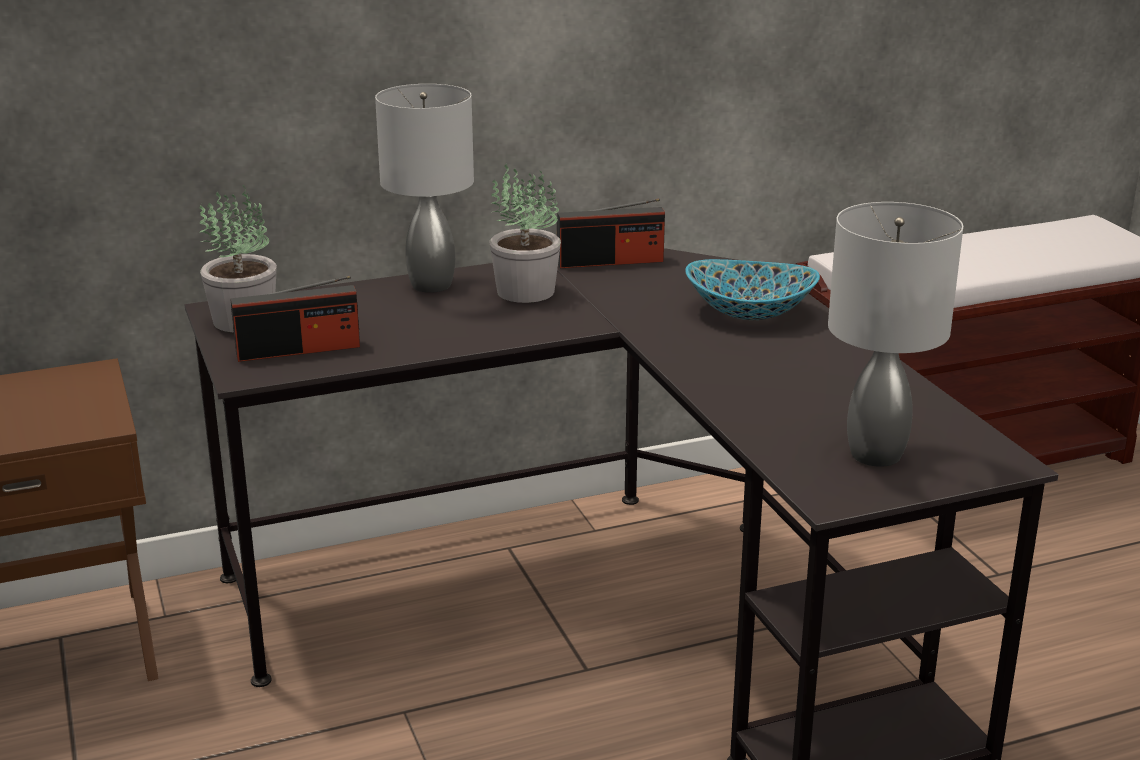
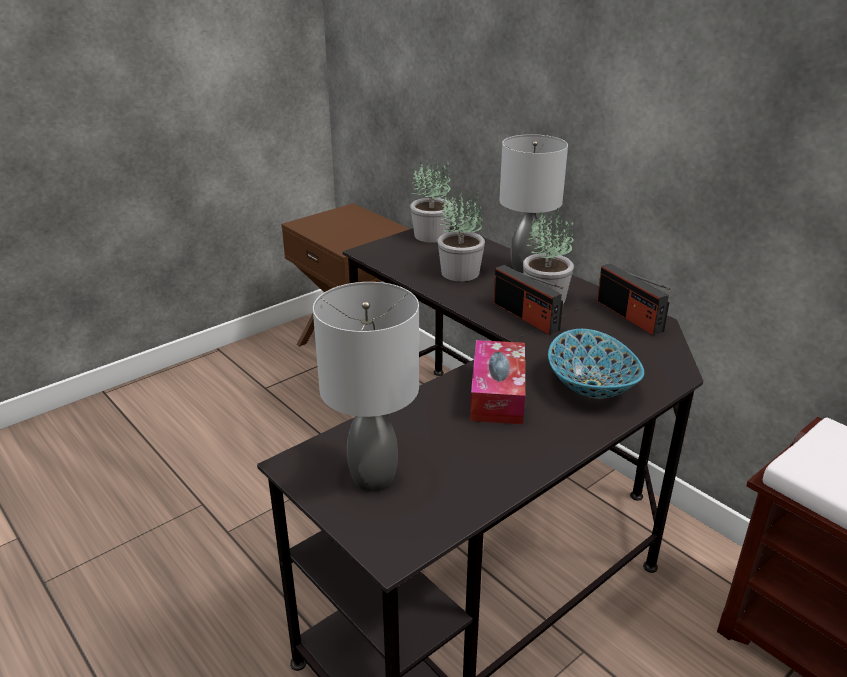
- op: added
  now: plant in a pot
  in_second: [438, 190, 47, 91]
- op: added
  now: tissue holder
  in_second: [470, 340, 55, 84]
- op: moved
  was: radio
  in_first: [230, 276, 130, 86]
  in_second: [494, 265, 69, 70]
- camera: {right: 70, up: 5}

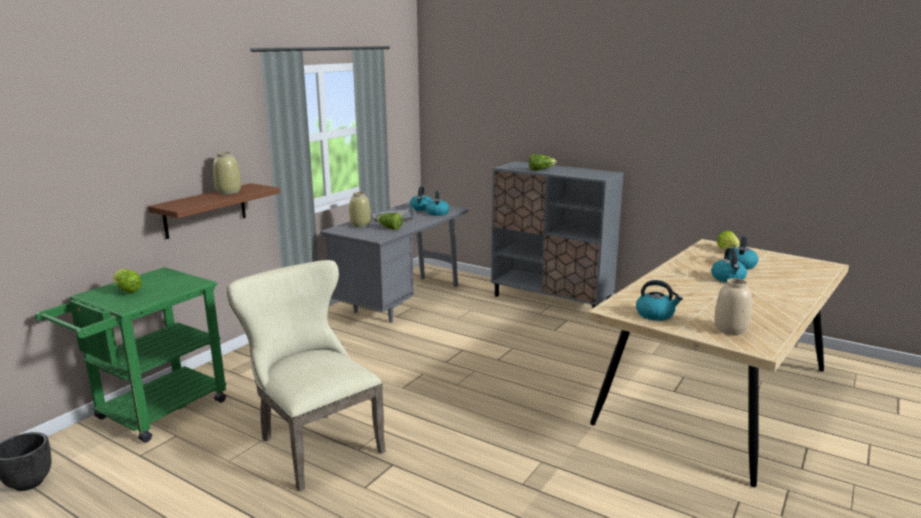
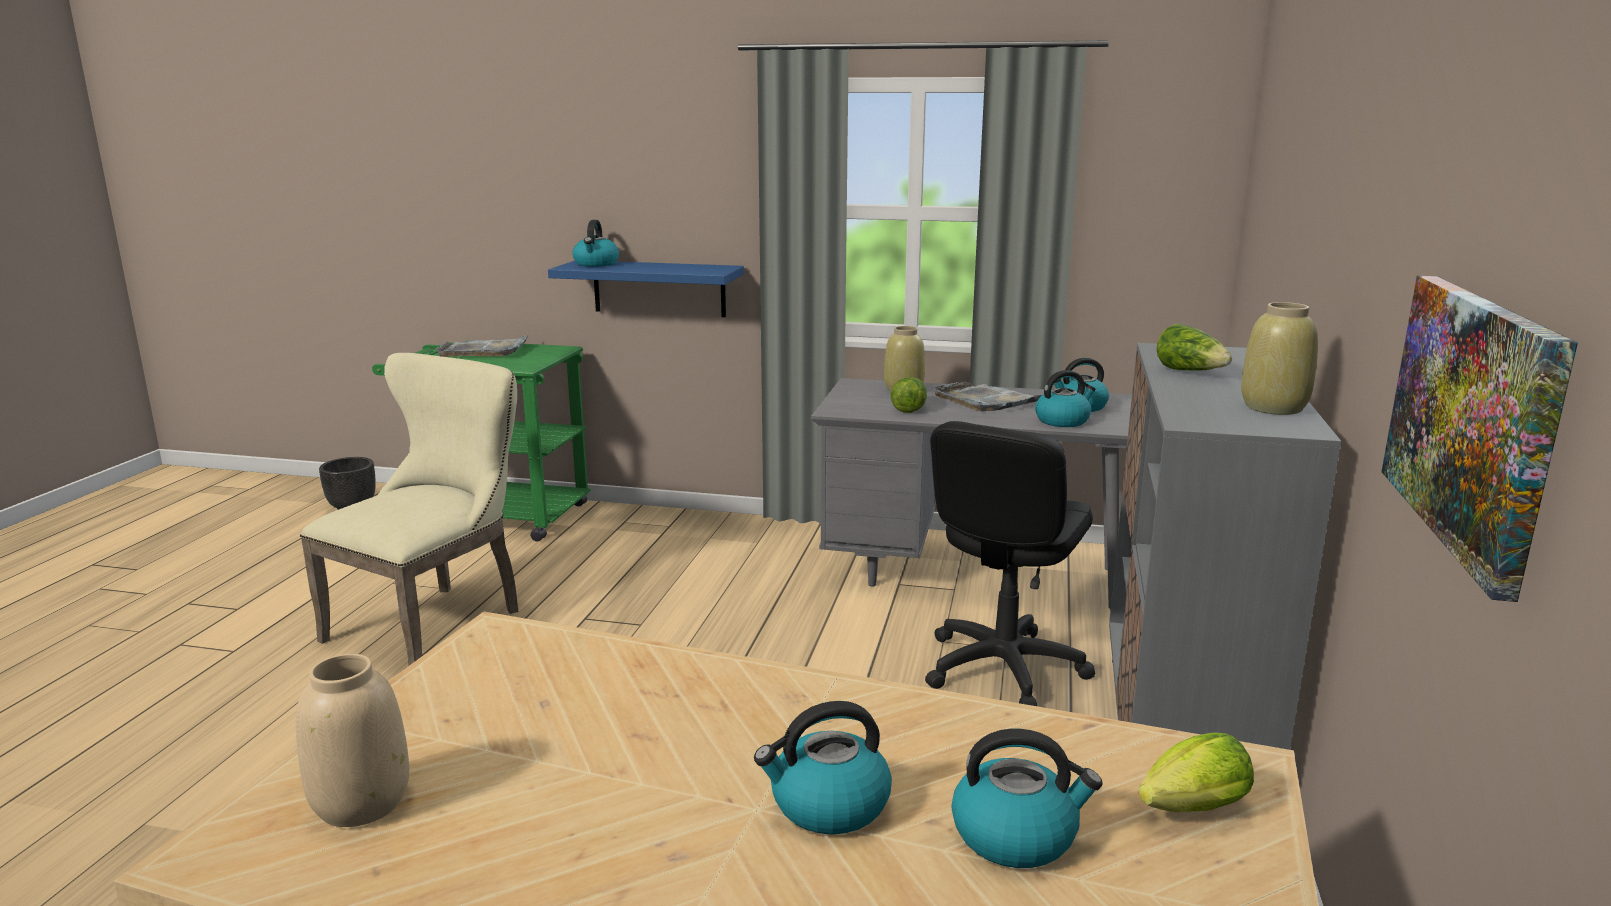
- op: replaced
  was: lettuce head
  now: carrying tray (gray)
  in_first: [113, 269, 29, 24]
  in_second: [435, 335, 94, 22]
- op: recoloured
  was: shelf (brown-coloured)
  now: shelf (bluish)
  in_first: [148, 183, 132, 56]
  in_second: [548, 261, 196, 56]
- op: moved
  was: water kettle
  in_first: [636, 280, 47, 41]
  in_second: [572, 220, 47, 47]
- op: added
  now: computer chair (blackish)
  in_second: [925, 421, 170, 285]
- op: moved
  was: vase (beige)
  in_first: [213, 152, 28, 42]
  in_second: [1241, 302, 77, 113]
- op: added
  now: wall art
  in_second: [1381, 276, 197, 326]
- camera: {right: 70, up: 0}

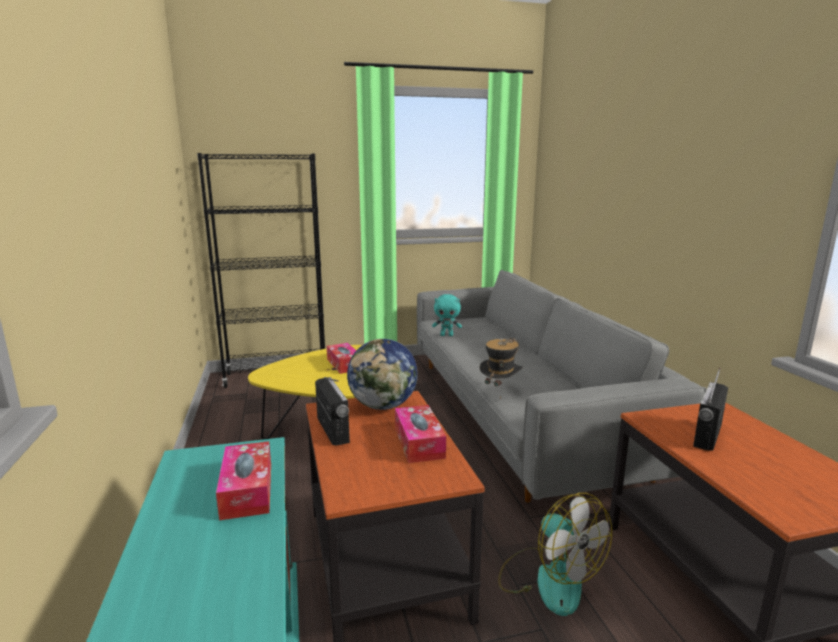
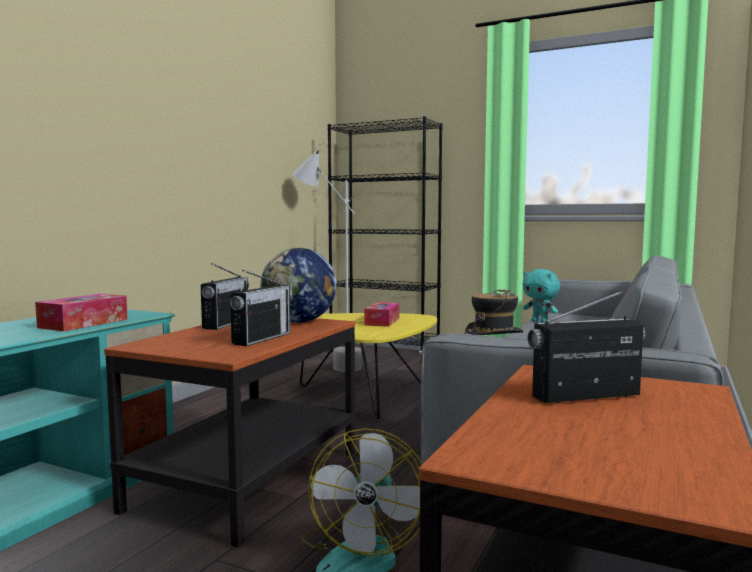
- op: replaced
  was: tissue holder
  now: radio
  in_first: [395, 405, 51, 58]
  in_second: [230, 270, 62, 76]
- op: added
  now: standing lamp (gray)
  in_second: [293, 150, 68, 222]
- camera: {right: 40, up: -10}

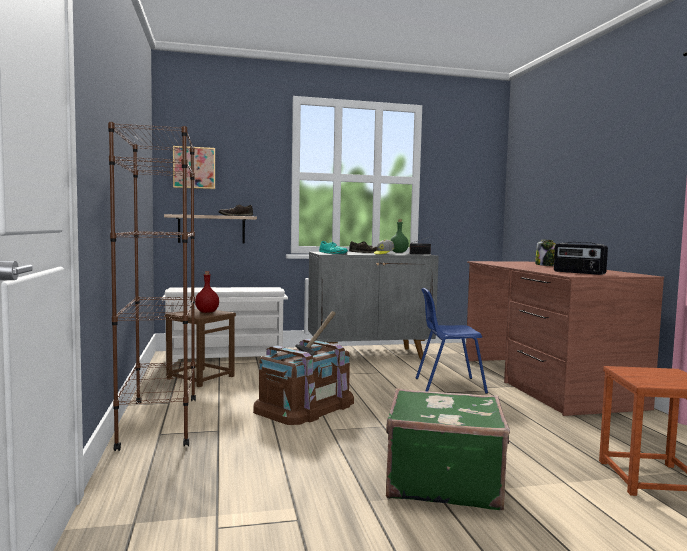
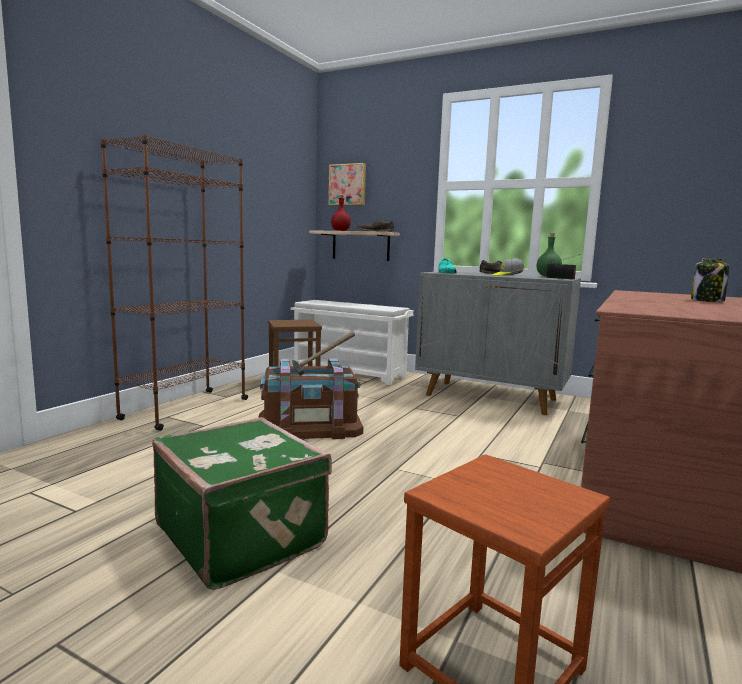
- op: moved
  was: beverage bottle (red)
  in_first: [195, 271, 24, 42]
  in_second: [331, 195, 20, 36]
- op: removed
  was: upright chair (bluish)
  in_first: [416, 288, 72, 106]
- op: removed
  was: radio
  in_first: [554, 242, 54, 33]
- camera: {right: 40, up: 5}

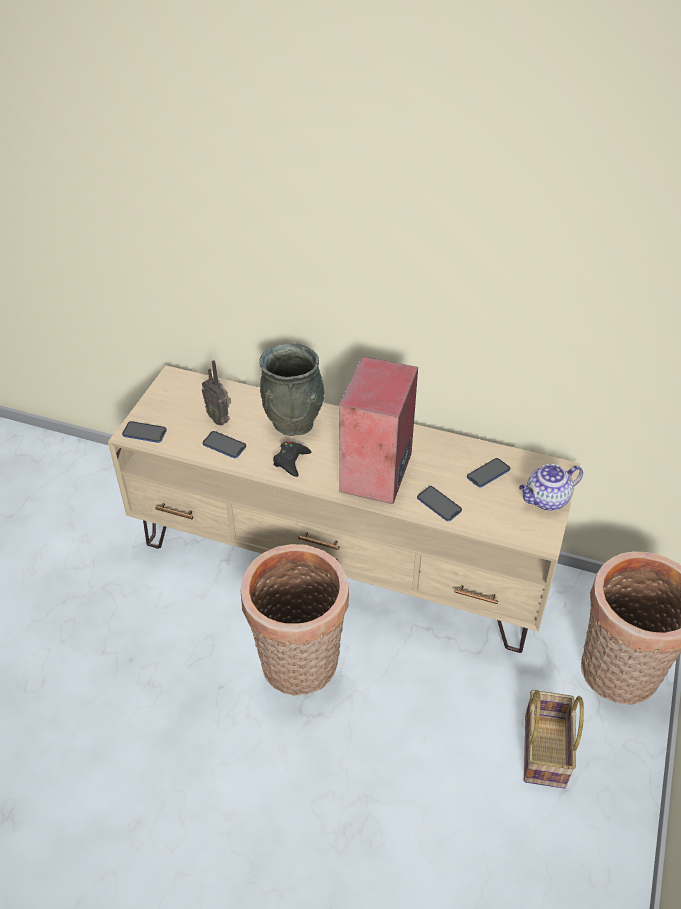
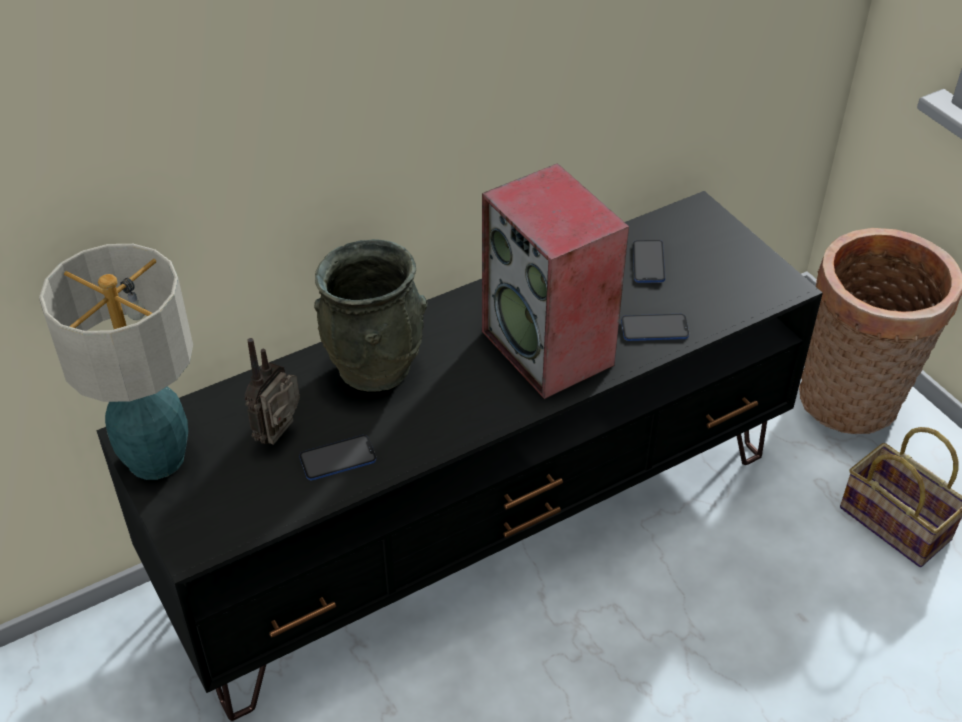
- op: added
  now: lamp for a table
  in_second: [39, 244, 154, 236]
- op: recoloured
  was: tv stand (beige)
  now: tv stand (blackish)
  in_first: [108, 365, 472, 288]
  in_second: [96, 191, 727, 530]
- op: turned
  was: radio
  in_first: [202, 360, 29, 65]
  in_second: [244, 338, 56, 107]
  clockwise: 120
- op: removed
  was: handset
  in_first: [122, 421, 45, 22]
- op: removed
  was: household basket
  in_first: [240, 544, 109, 152]
- op: removed
  was: joypad (blackish)
  in_first: [273, 442, 38, 35]
- op: removed
  was: tea pot
  in_first: [519, 464, 64, 47]
- camera: {right: -50, up: 0}

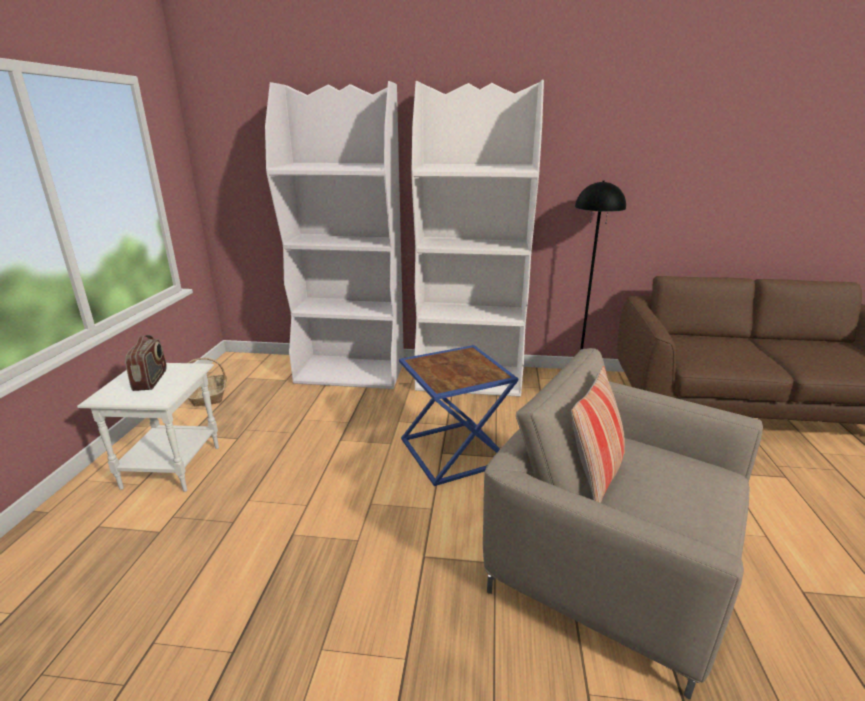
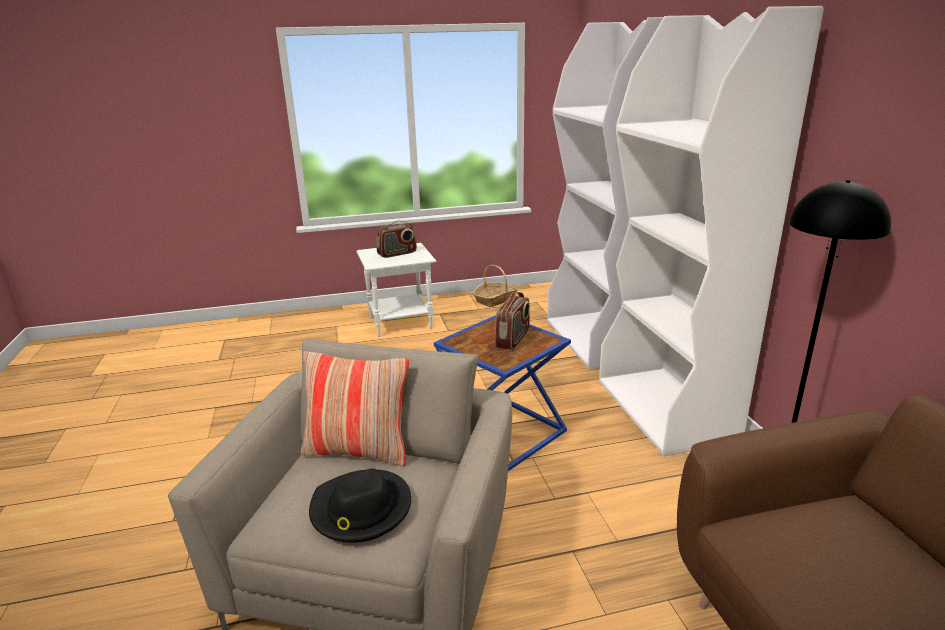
- op: added
  now: wearable hat (blackish)
  in_second: [309, 468, 102, 75]
- op: added
  now: radio
  in_second: [495, 292, 35, 58]
- camera: {right: 70, up: 0}

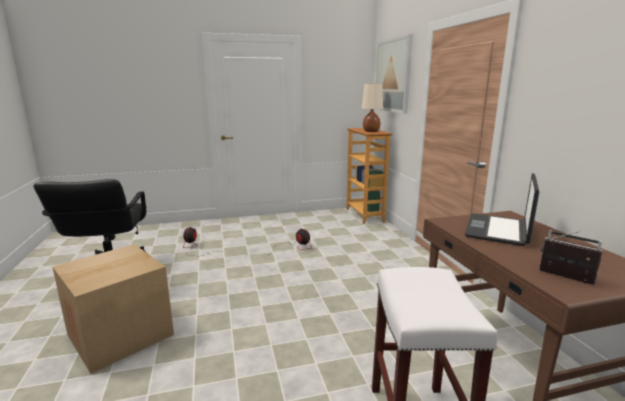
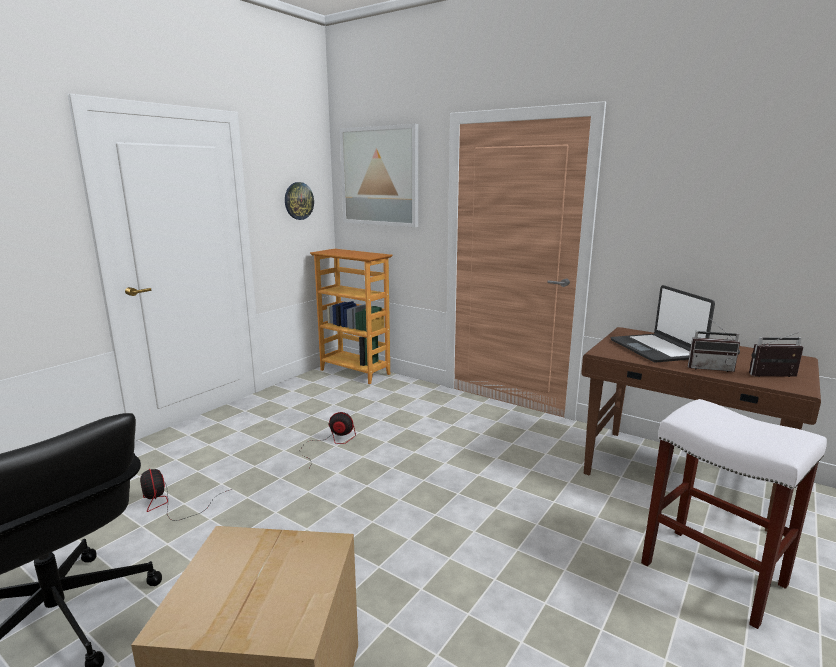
- op: added
  now: hanging clock
  in_second: [285, 182, 29, 38]
- op: added
  now: radio
  in_second: [688, 318, 52, 54]
- op: removed
  was: lamp for a table (beige)
  in_first: [362, 83, 21, 49]
- camera: {right: -40, up: 0}

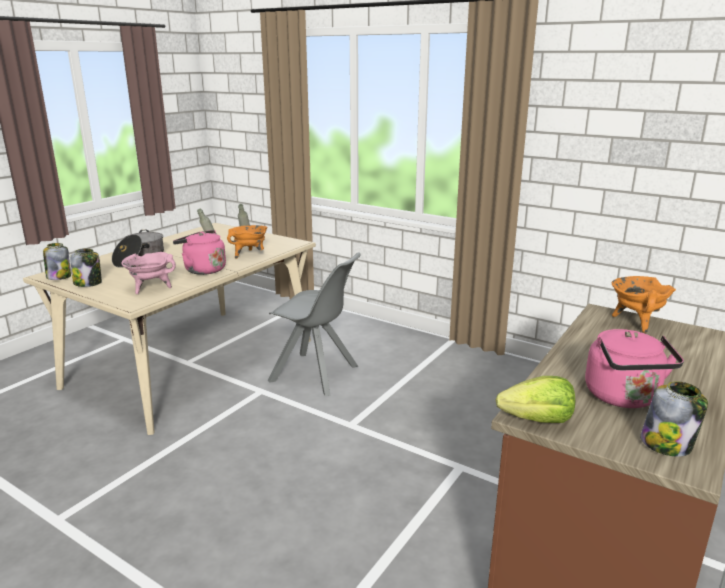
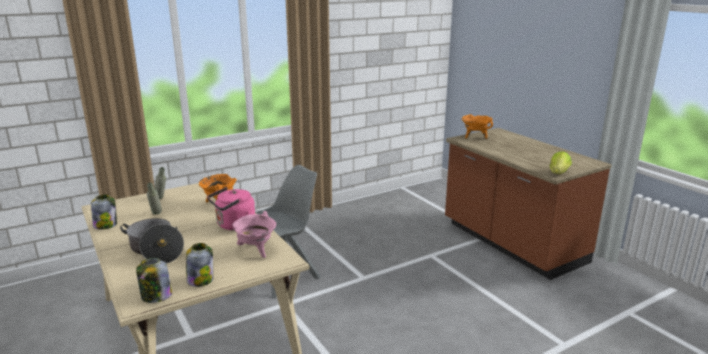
- op: moved
  was: preserve jar
  in_first: [640, 381, 68, 76]
  in_second: [91, 194, 26, 36]
- op: removed
  was: water kettle (pinkish)
  in_first: [585, 329, 99, 79]
- camera: {right: -65, up: 0}

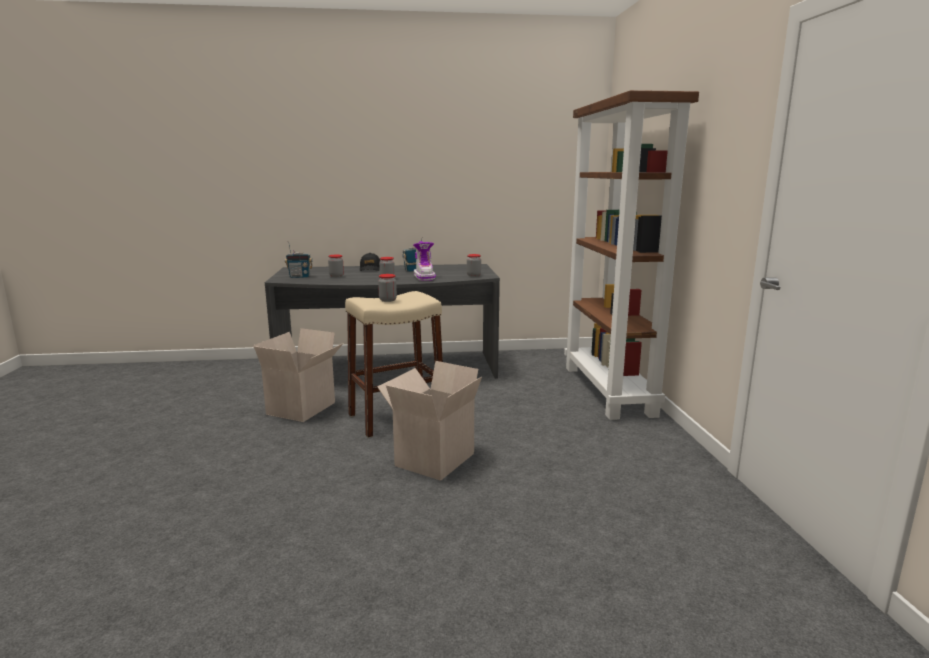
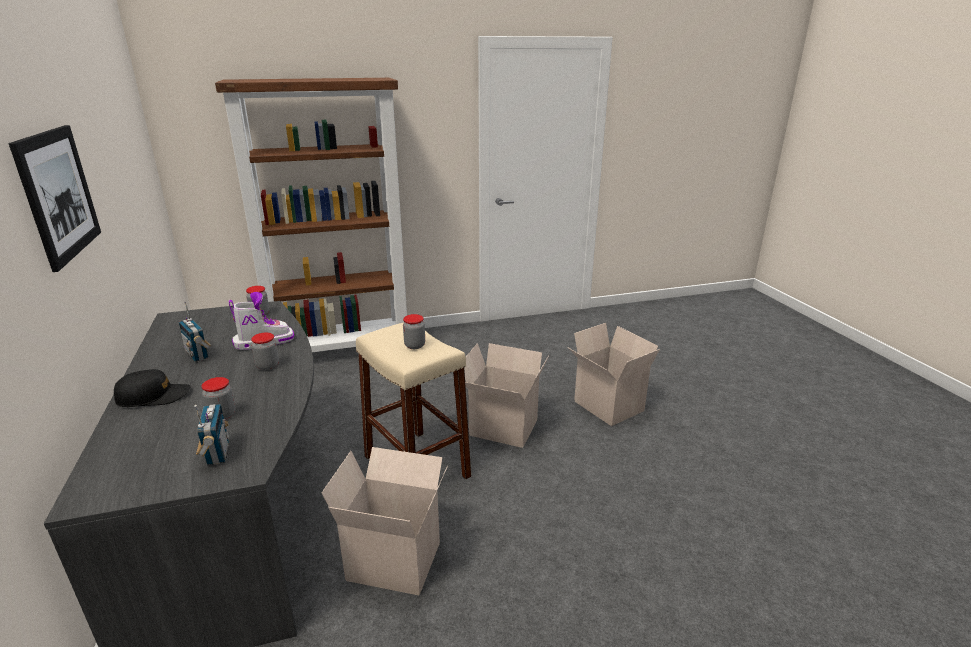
- op: added
  now: wall art
  in_second: [9, 125, 92, 147]
- op: added
  now: cardboard box
  in_second: [567, 323, 93, 103]
- camera: {right: -100, up: 10}

